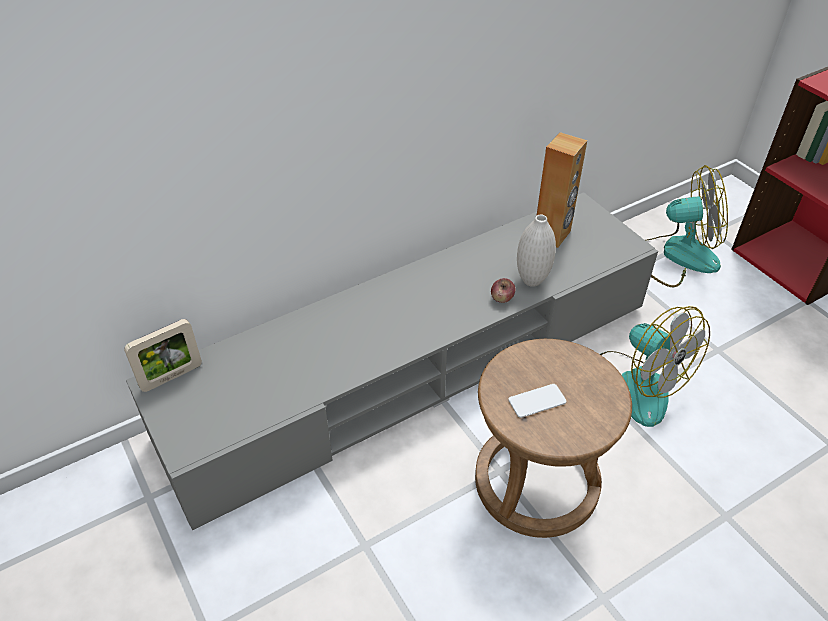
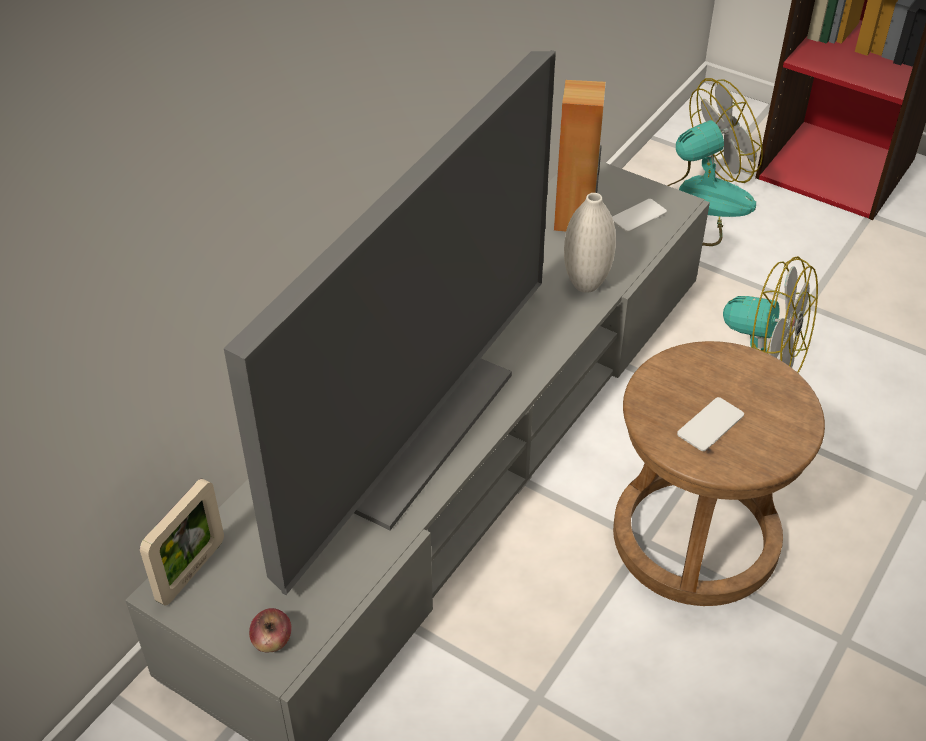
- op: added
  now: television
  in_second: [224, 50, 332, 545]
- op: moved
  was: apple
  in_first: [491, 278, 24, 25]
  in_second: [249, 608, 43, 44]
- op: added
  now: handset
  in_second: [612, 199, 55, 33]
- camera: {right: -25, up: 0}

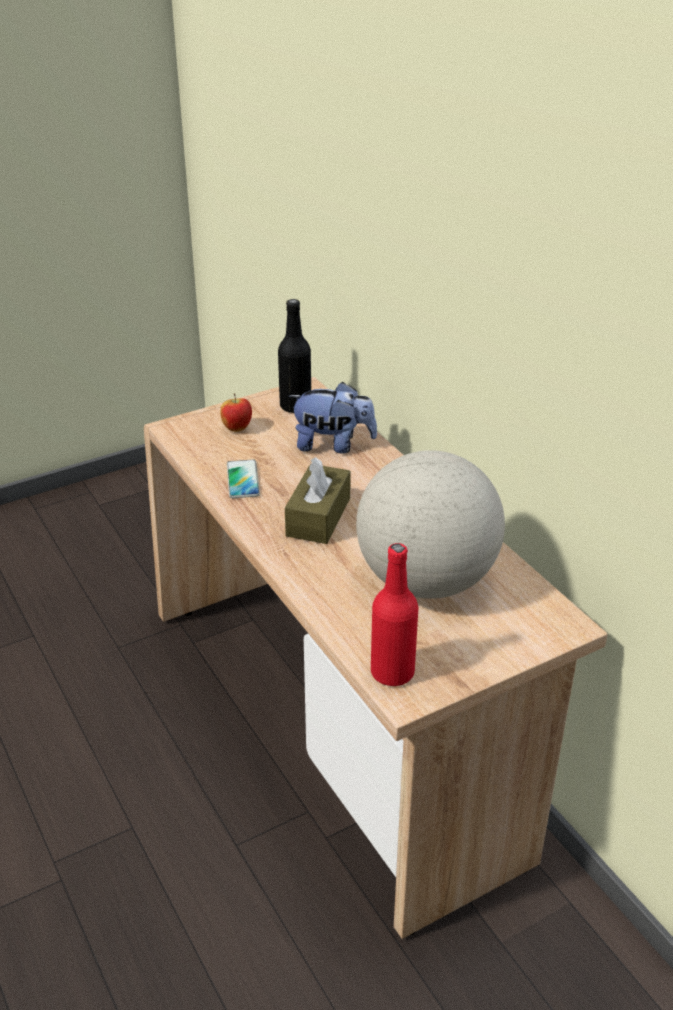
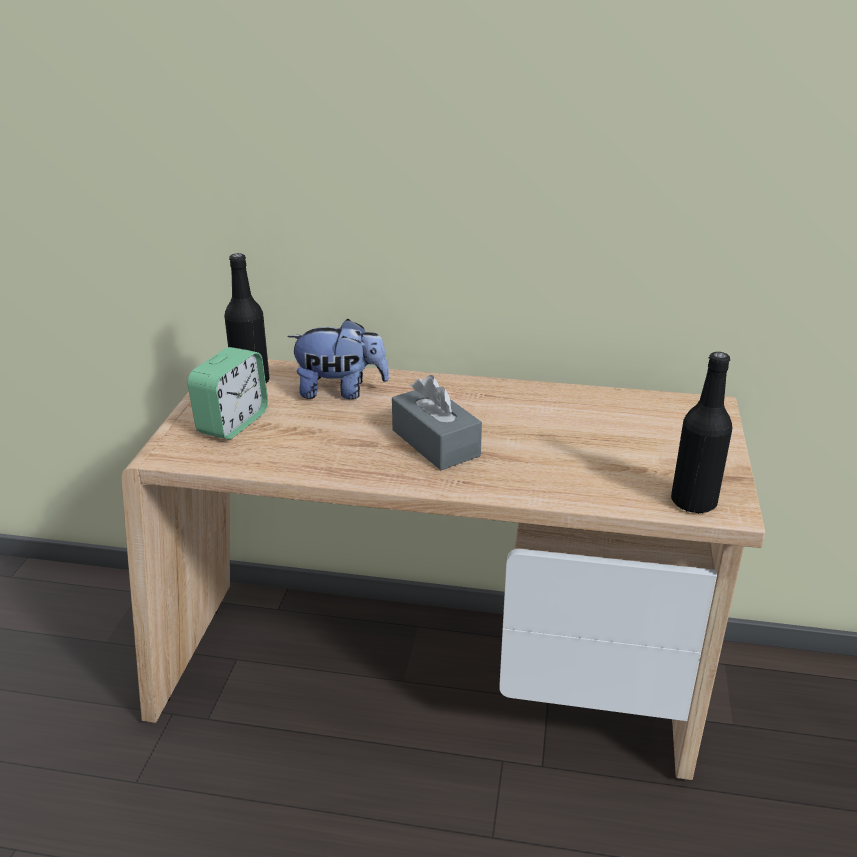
- op: replaced
  was: apple
  now: alarm clock
  in_first: [220, 393, 32, 39]
  in_second: [187, 347, 81, 92]
- op: turned
  was: soft toy
  in_first: [289, 382, 88, 71]
  in_second: [287, 319, 102, 80]
  clockwise: 45
- op: recoloured
  was: tissue holder (brown-coloured)
  now: tissue holder (gray)
  in_first: [285, 458, 66, 86]
  in_second: [392, 375, 90, 95]
- op: recoloured
  was: beverage bottle (red)
  now: beverage bottle (blackish)
  in_first: [371, 543, 47, 143]
  in_second: [671, 352, 61, 162]
- op: removed
  was: handset
  in_first: [227, 460, 33, 38]
- op: removed
  was: world globe
  in_first: [356, 450, 149, 149]
- camera: {right: -50, up: -5}

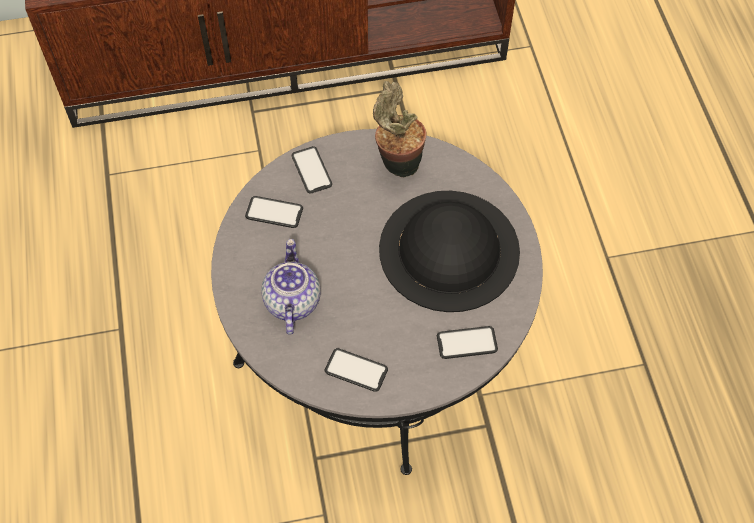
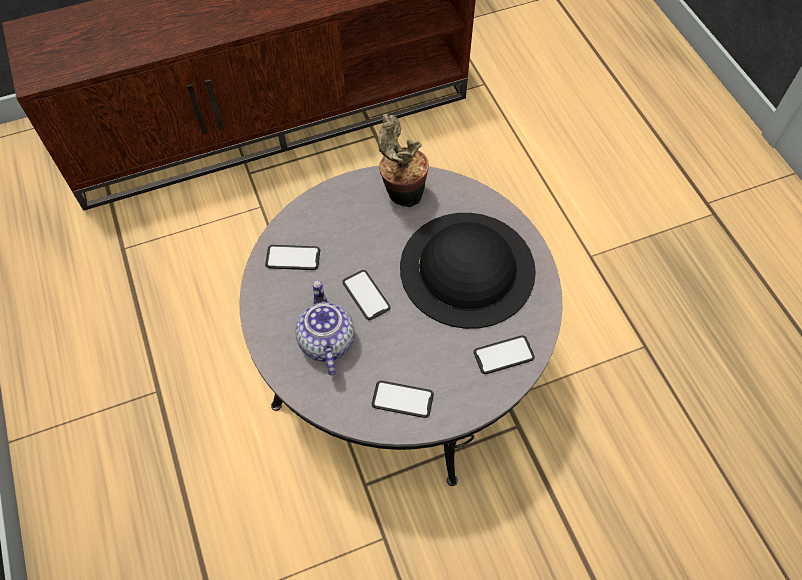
- op: moved
  was: handset
  in_first: [292, 146, 40, 48]
  in_second: [343, 270, 48, 50]
- camera: {right: -10, up: 0}

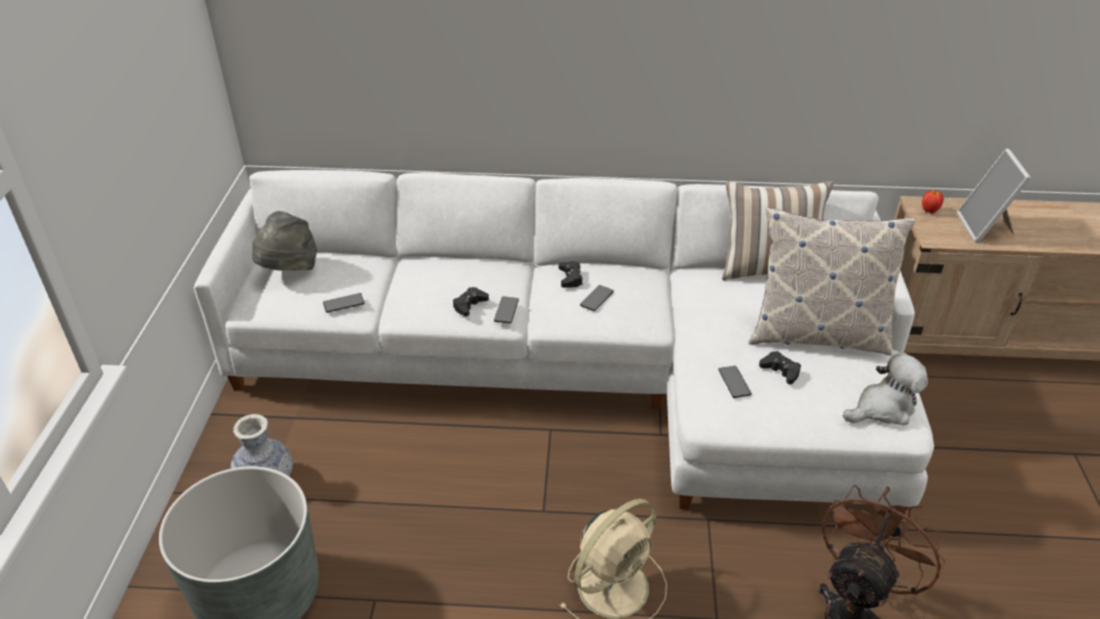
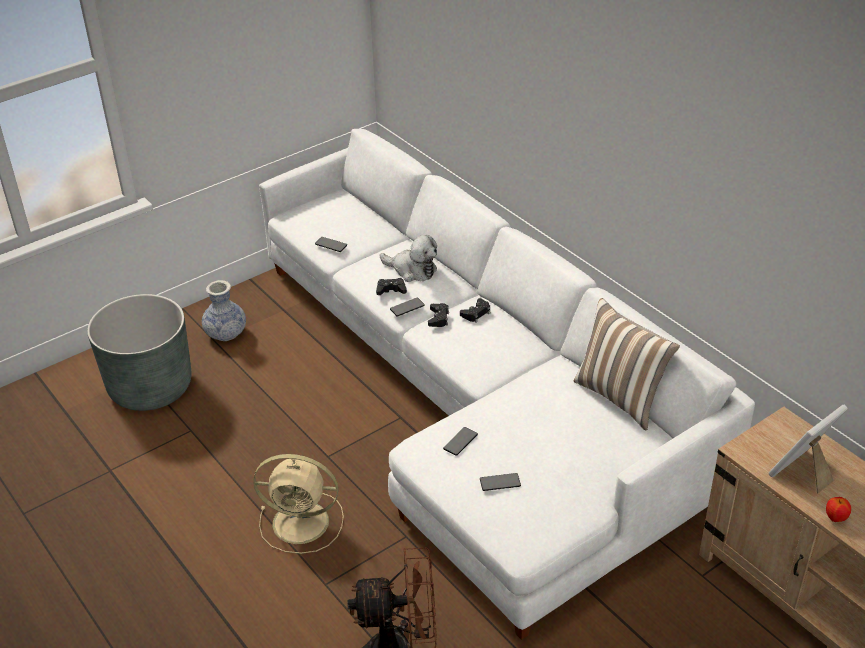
- op: moved
  was: soft toy
  in_first: [843, 352, 85, 74]
  in_second: [380, 235, 57, 47]
- op: moved
  was: joypad (blackish)
  in_first: [759, 351, 42, 33]
  in_second: [428, 303, 21, 24]
- op: moved
  was: handset
  in_first: [580, 285, 34, 26]
  in_second: [480, 473, 41, 18]
- op: moved
  was: apple
  in_first: [922, 190, 22, 23]
  in_second: [826, 497, 25, 25]
- op: removed
  was: wearable hat (gray)
  in_first: [252, 211, 65, 60]
- op: removed
  was: cushion
  in_first: [749, 208, 167, 148]
- camera: {right: 50, up: 0}

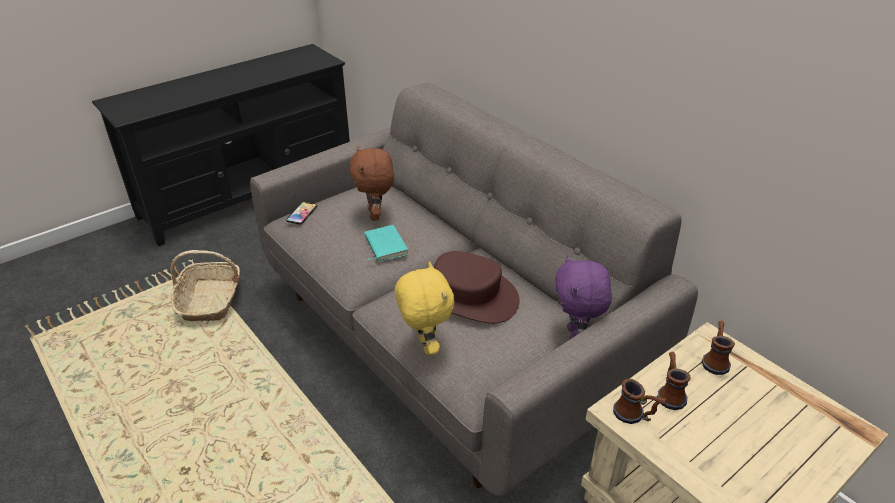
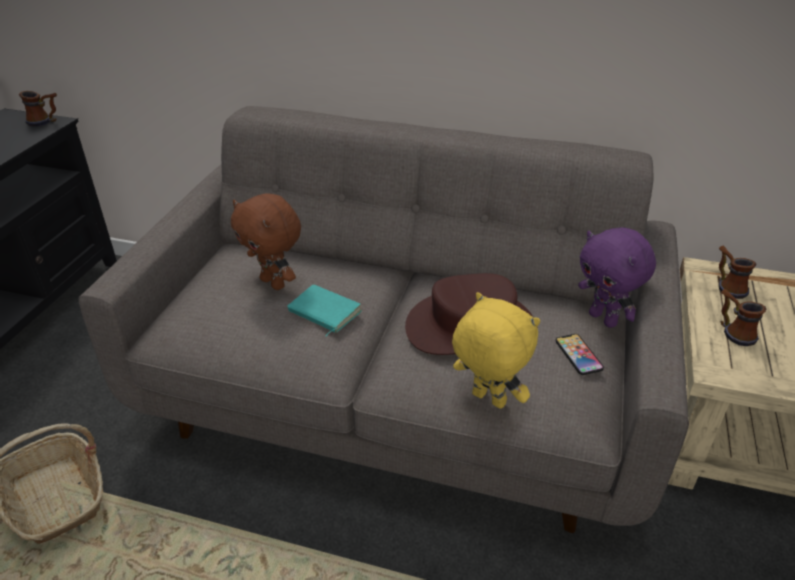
- op: moved
  was: tea mug
  in_first: [613, 379, 53, 45]
  in_second: [19, 91, 38, 35]
- op: moved
  was: handset
  in_first: [286, 202, 31, 23]
  in_second: [556, 334, 48, 41]
- camera: {right: -35, up: 0}

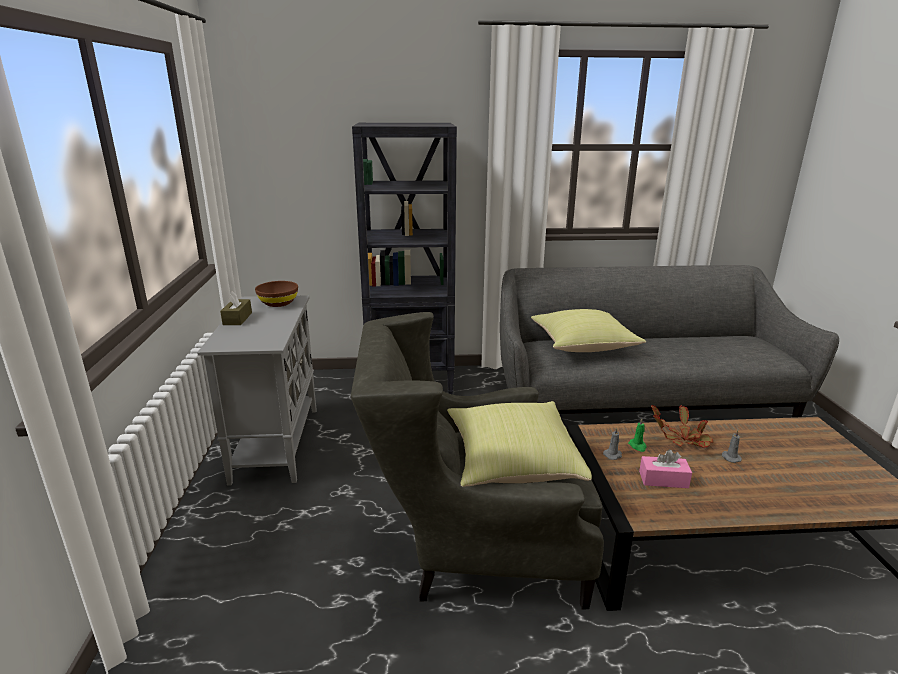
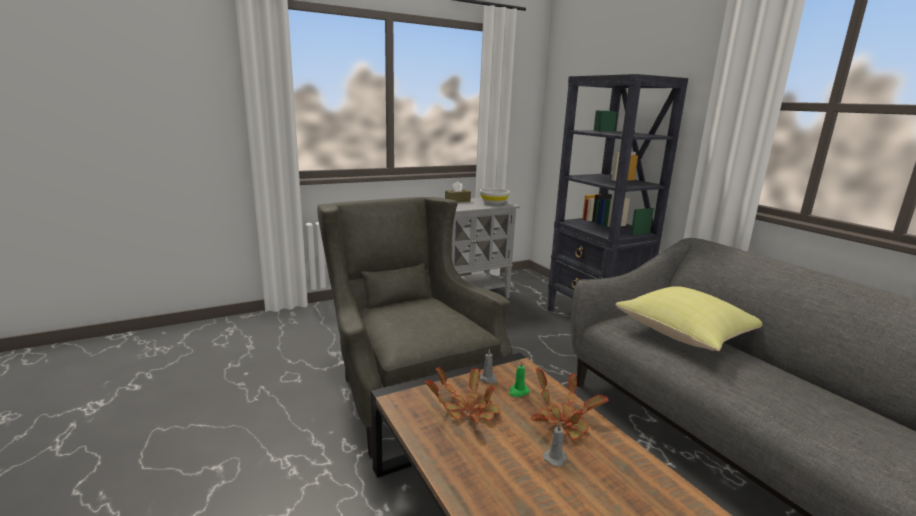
- op: replaced
  was: tissue holder (pinkish)
  now: plant in a pot
  in_first: [639, 449, 53, 39]
  in_second: [425, 367, 76, 56]
- op: recoloured
  was: deep dish (brown-coloured)
  now: deep dish (white)
  in_first: [255, 281, 43, 26]
  in_second: [480, 188, 30, 17]
- op: removed
  was: cushion (yellow)
  in_first: [447, 401, 145, 86]
- camera: {right: 65, up: -5}

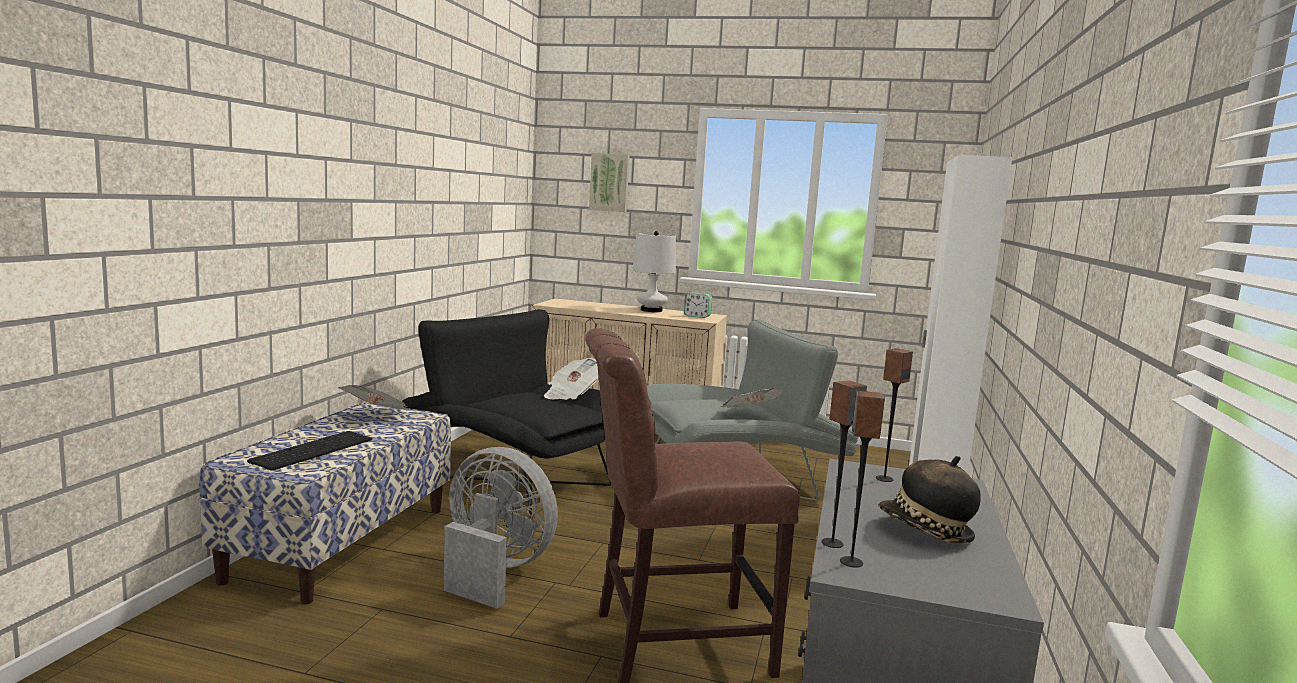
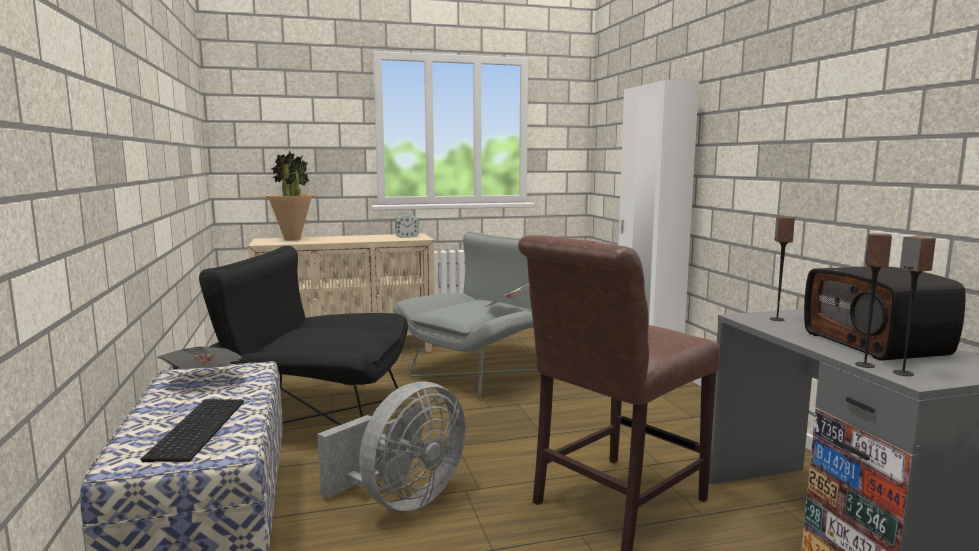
- op: added
  now: plant in a pot
  in_second: [265, 151, 49, 90]
- op: turned
  was: cooling fan (gray)
  in_first: [444, 447, 114, 162]
  in_second: [318, 382, 148, 129]
  clockwise: 135
- op: replaced
  was: wearable hat
  now: radio
  in_first: [879, 456, 102, 87]
  in_second: [804, 266, 162, 95]
- op: removed
  was: daily paper
  in_first: [544, 358, 55, 42]
- op: removed
  was: wall art
  in_first: [589, 153, 41, 59]
- op: removed
  was: lamp for a table (white)
  in_first: [632, 231, 44, 81]
- camera: {right: -30, up: 0}

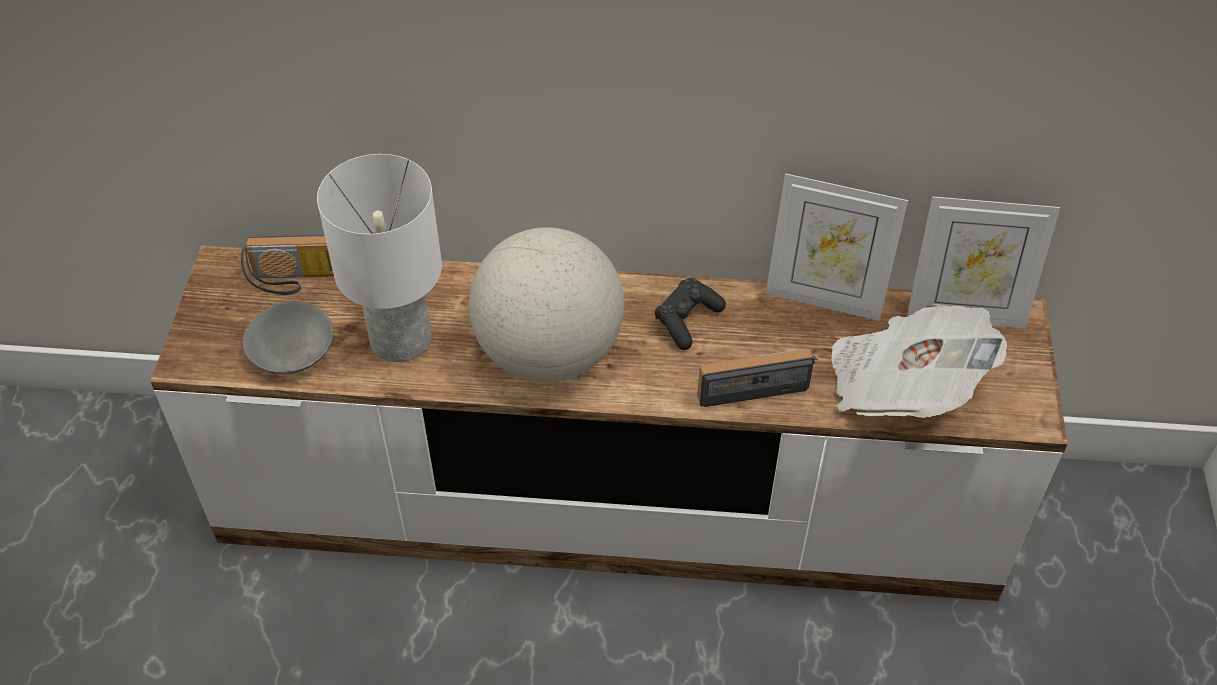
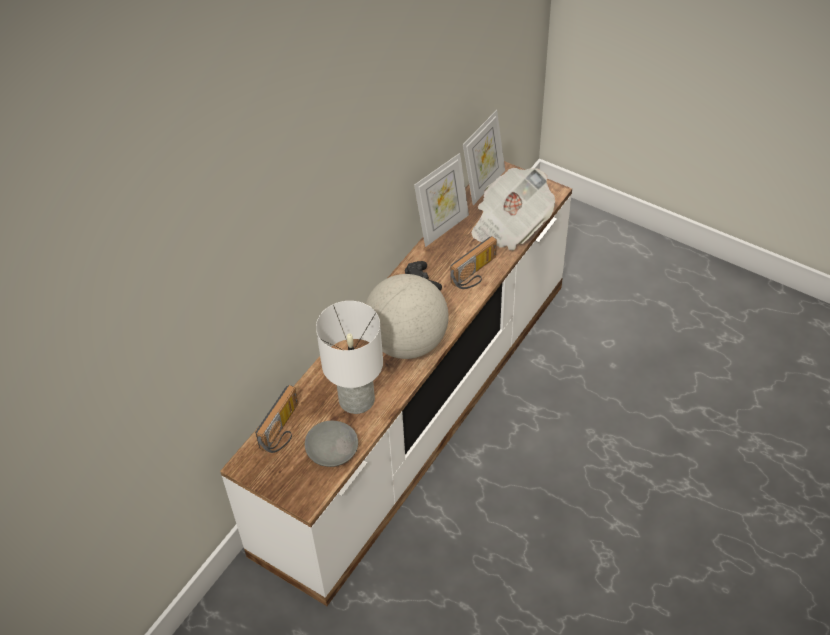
- op: turned
  was: radio
  in_first: [697, 348, 120, 59]
  in_second: [451, 236, 46, 53]
  clockwise: -150
- camera: {right: -60, up: 0}

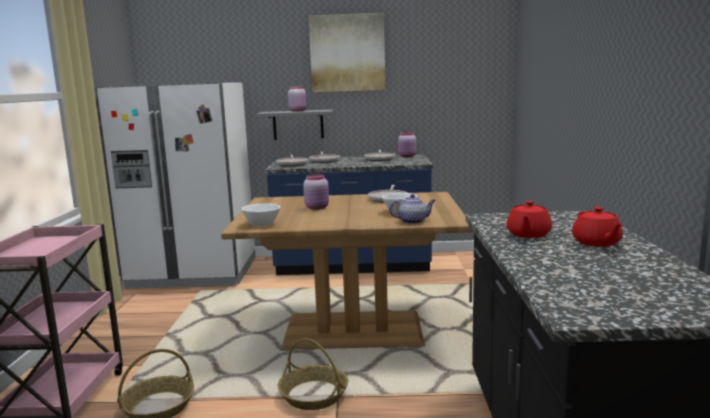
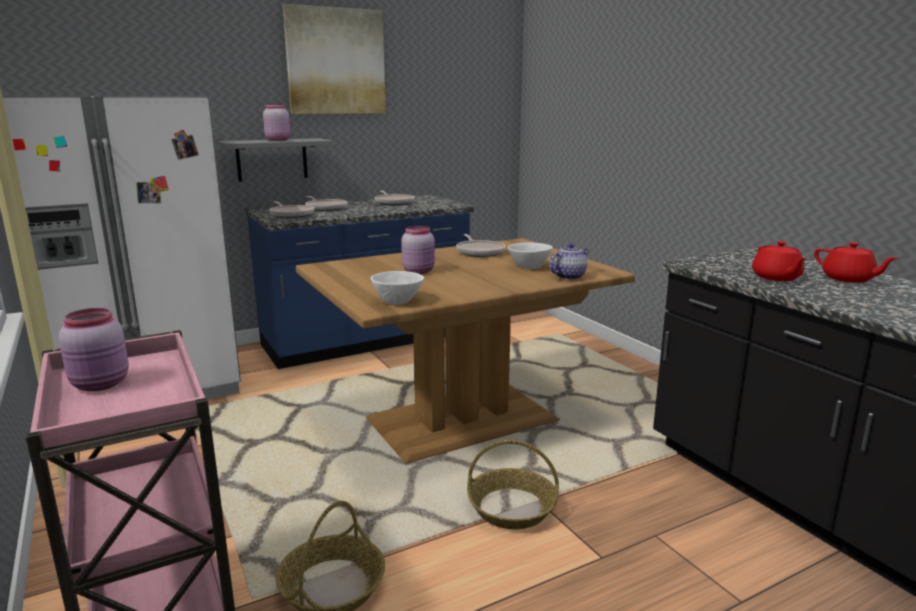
- op: moved
  was: preserve jar (pinkish)
  in_first: [398, 132, 18, 25]
  in_second: [59, 308, 70, 83]
- camera: {right: -30, up: 5}

